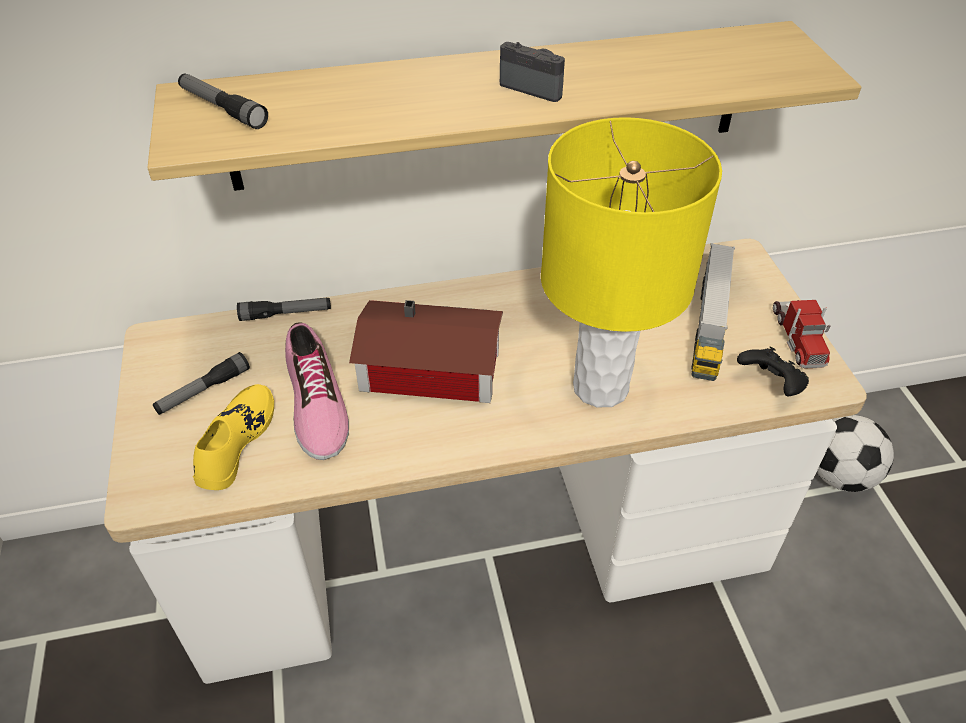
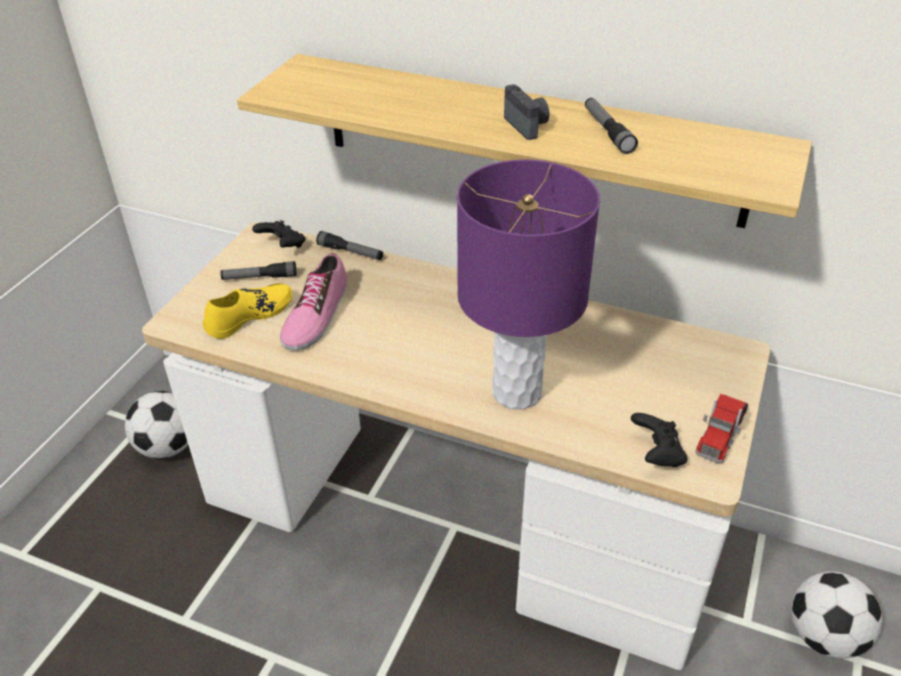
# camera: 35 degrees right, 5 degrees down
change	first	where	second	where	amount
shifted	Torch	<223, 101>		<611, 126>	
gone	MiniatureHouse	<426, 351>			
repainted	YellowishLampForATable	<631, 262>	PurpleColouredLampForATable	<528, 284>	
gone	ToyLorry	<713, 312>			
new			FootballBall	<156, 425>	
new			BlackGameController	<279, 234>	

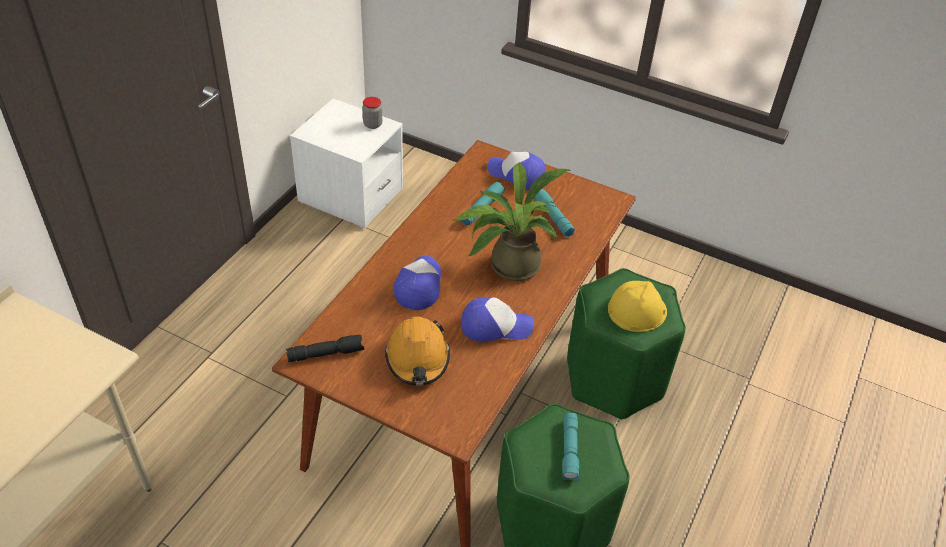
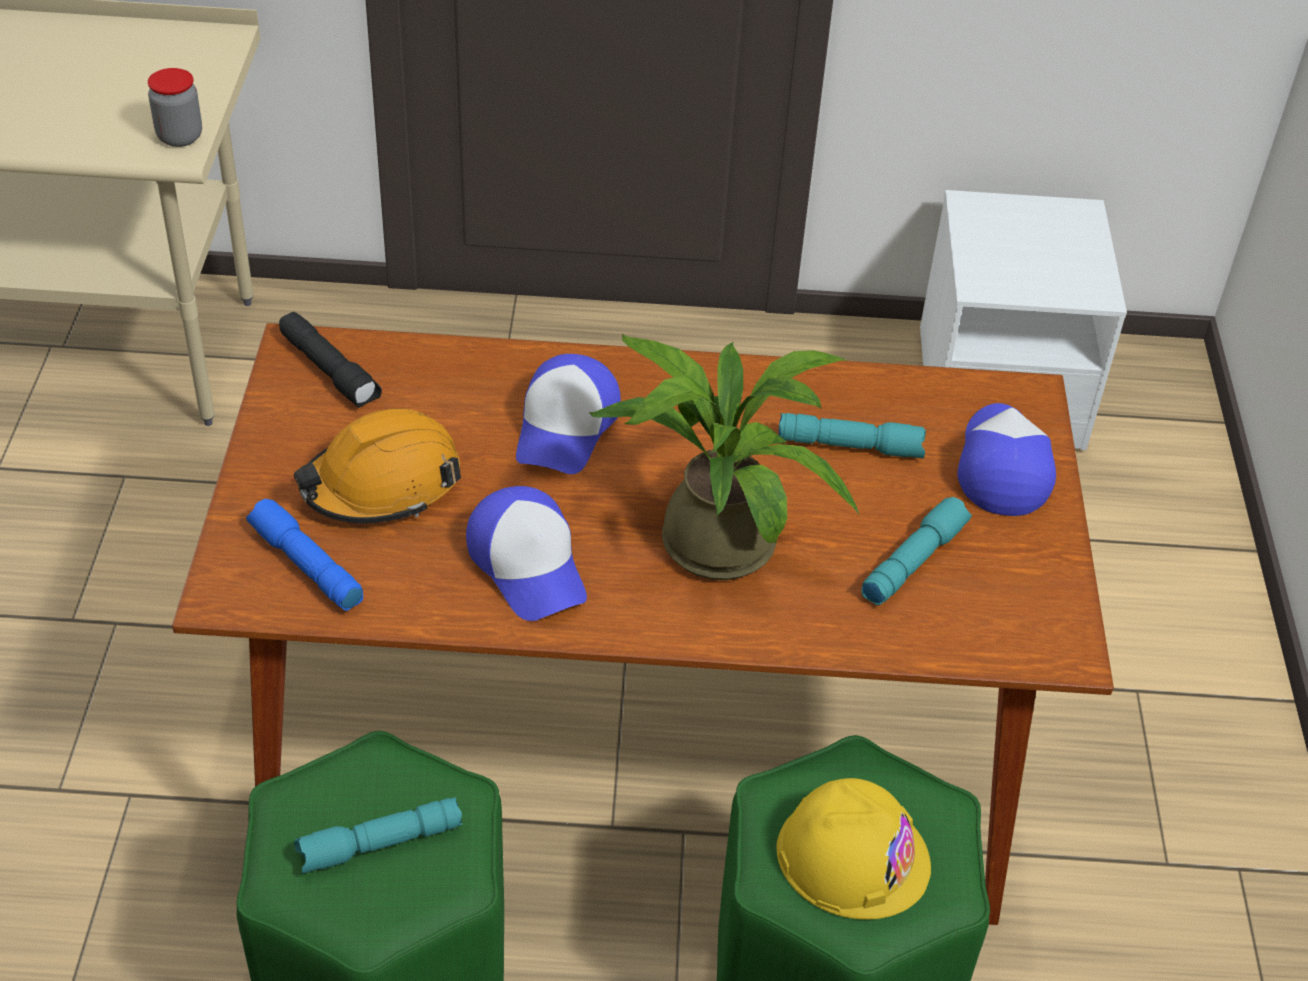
# camera: 65 degrees right, 0 degrees up
change	first	where	second	where	amount
shifted	Jar	<372, 113>		<175, 107>	
rotated	Cap	<417, 283>		<568, 414>	120 degrees clockwise
new			BlueTorch	<304, 555>	

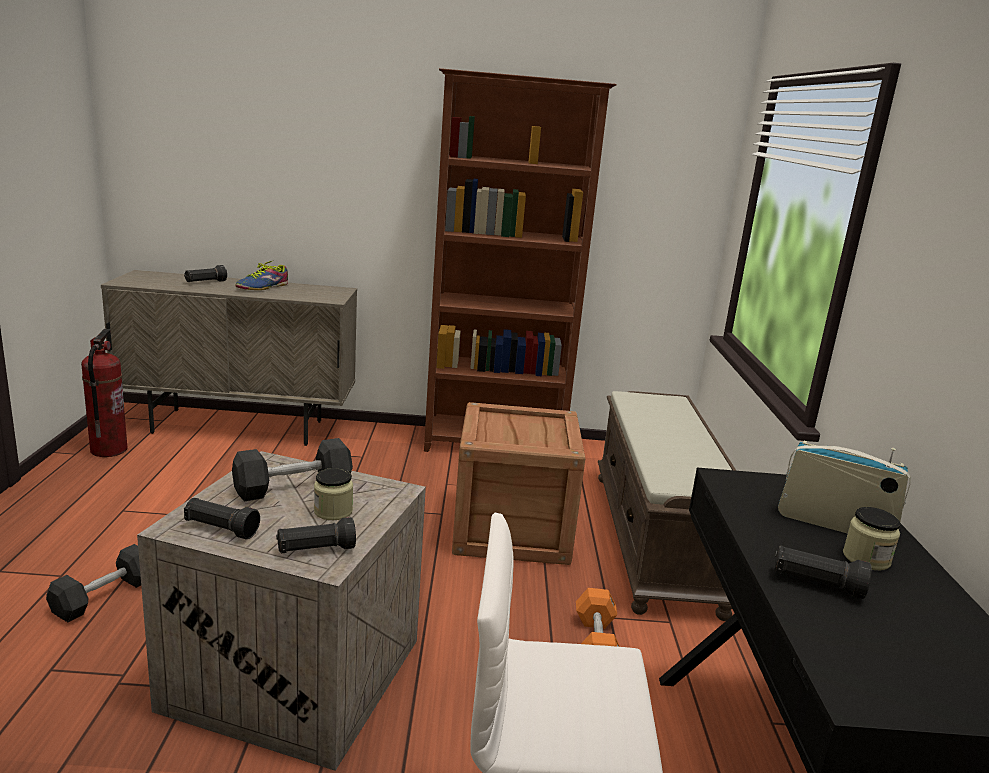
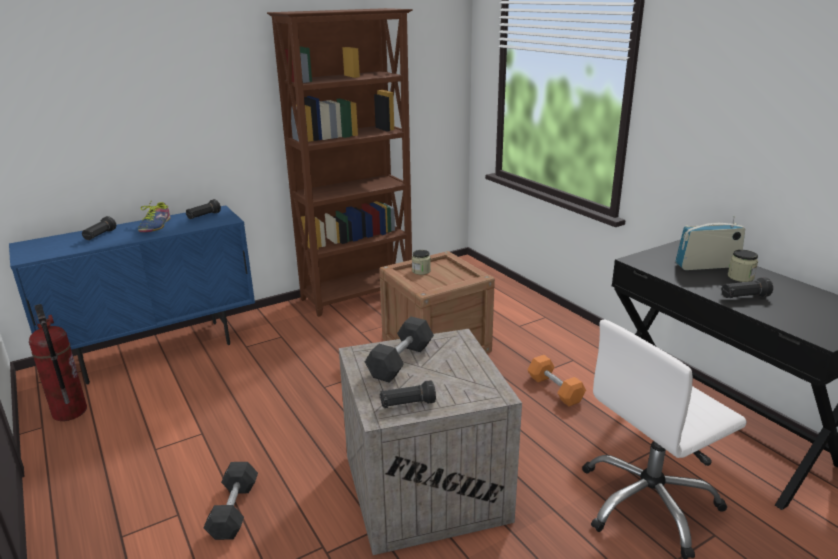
# camera: 30 degrees left, 5 degrees up
change	first	where	second	where	amount
repainted	BeigeStorageCabinet	<229, 358>	BlueStorageCabinet	<132, 295>	
shifted	BlackTorch	<316, 535>		<203, 209>	
shifted	Jar	<333, 494>		<421, 262>	
gone	BrownishBench	<667, 506>			

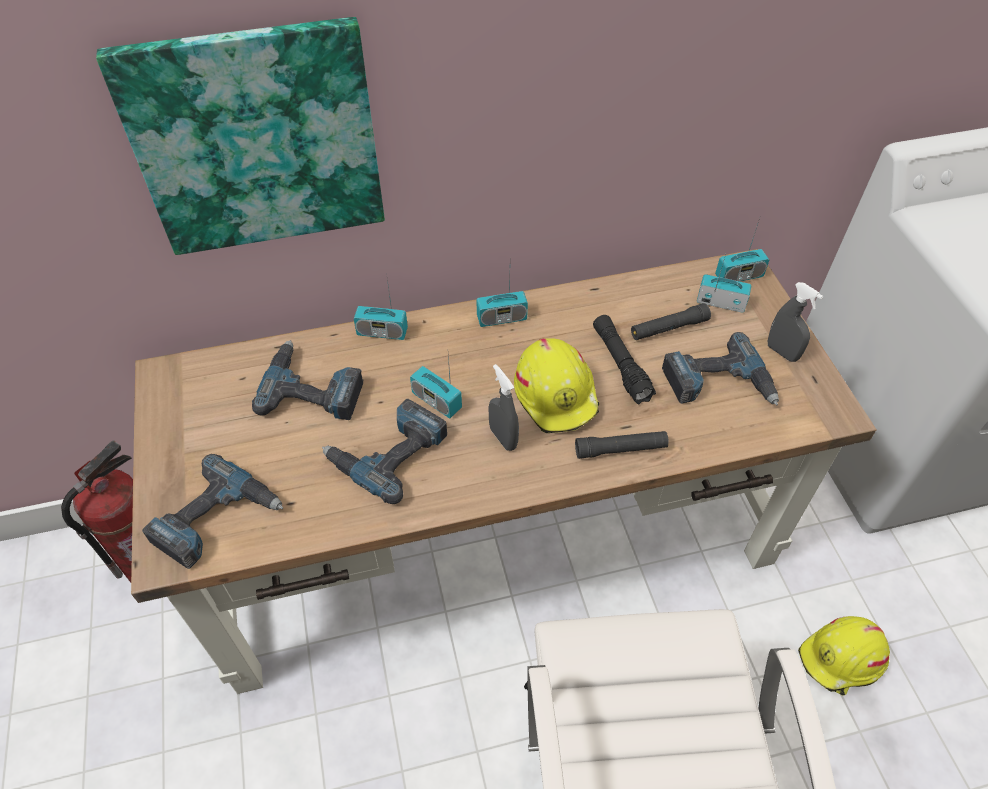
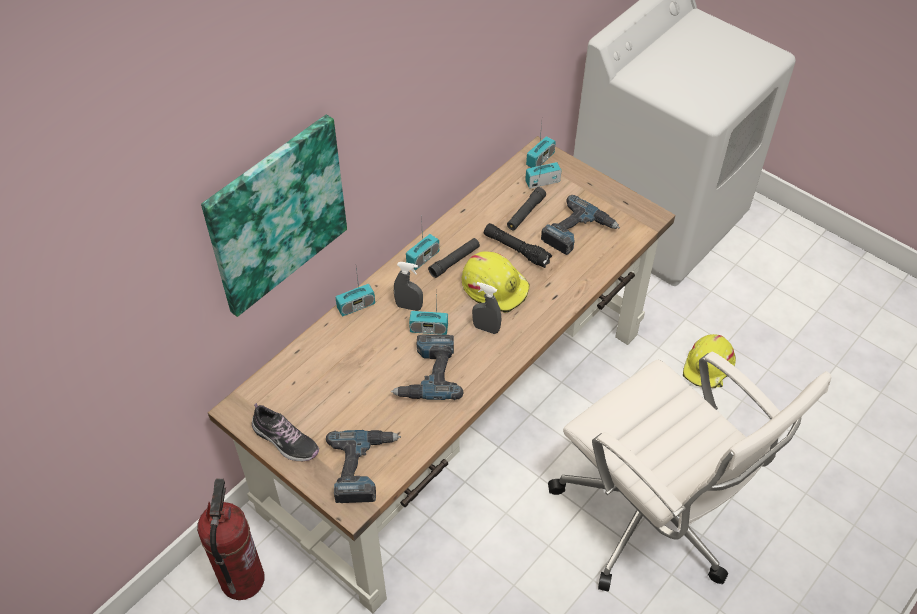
# camera: 35 degrees left, 0 degrees up
change	first	where	second	where	amount
gone	ElectricDrill	<307, 380>			
shifted	BlackTorch	<622, 445>		<454, 258>	
shifted	GrayHandSprayer	<795, 322>		<408, 286>	
new			ItemOfFootwear	<285, 432>	

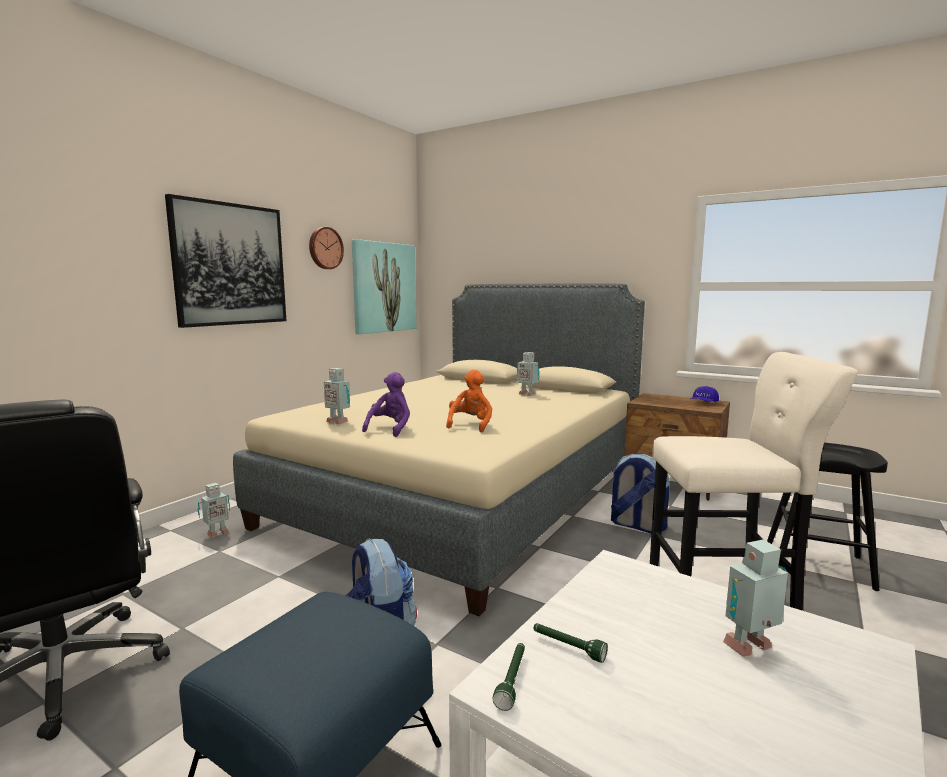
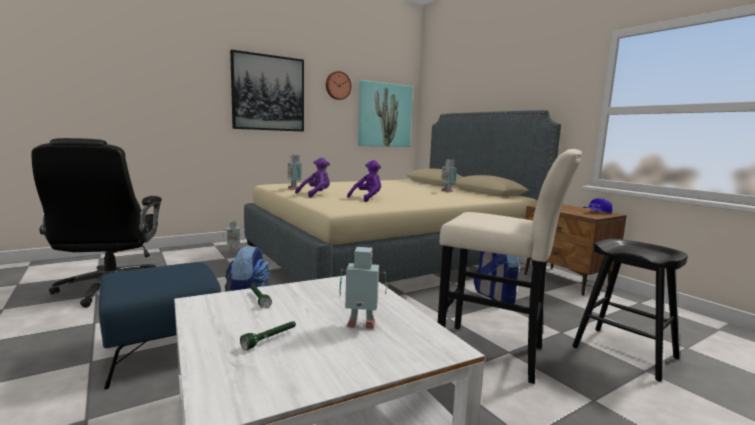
# camera: 25 degrees right, 0 degrees up
change	first	where	second	where	amount
repainted	OrangePlushToy	<469, 401>	PurpleColouredPlushToy	<364, 181>	
shifted	GreenColouredTorch	<509, 677>		<268, 335>	

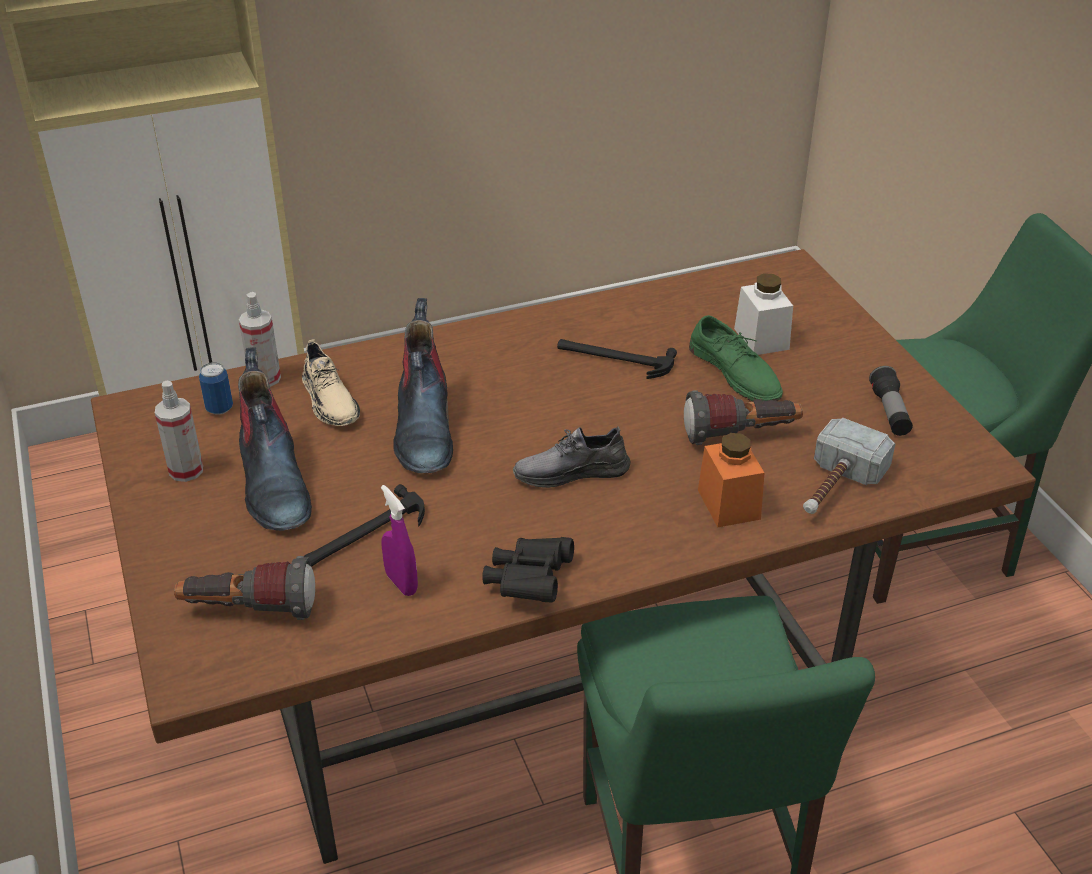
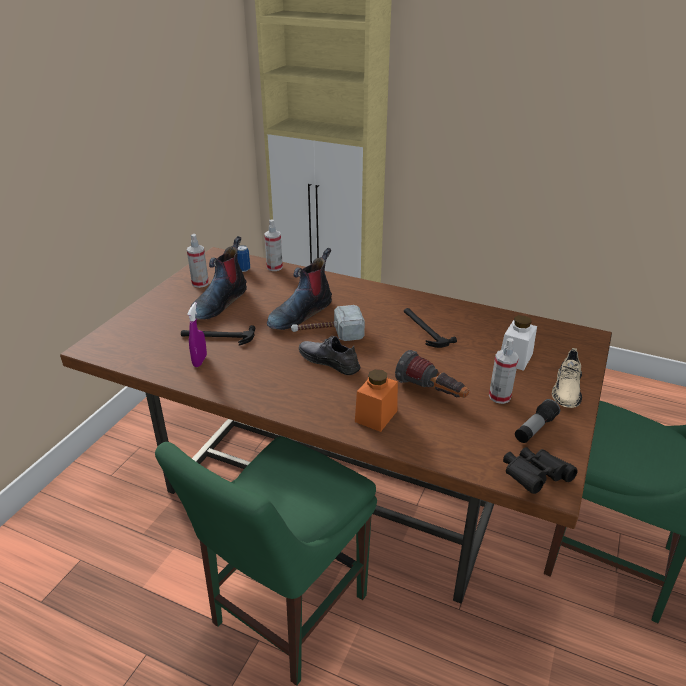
# camera: 45 degrees right, 5 degrees down
change	first	where	second	where	amount
gone	Torch	<244, 588>			
shifted	BeigeItemOfFootwear	<331, 382>		<567, 378>	
shifted	BlackFieldGlasses	<528, 569>		<540, 470>	
gone	GreenColouredItemOfFootwear	<736, 358>			
shifted	ToolHammer	<849, 465>		<328, 323>	
new			HandSprayer	<504, 371>	

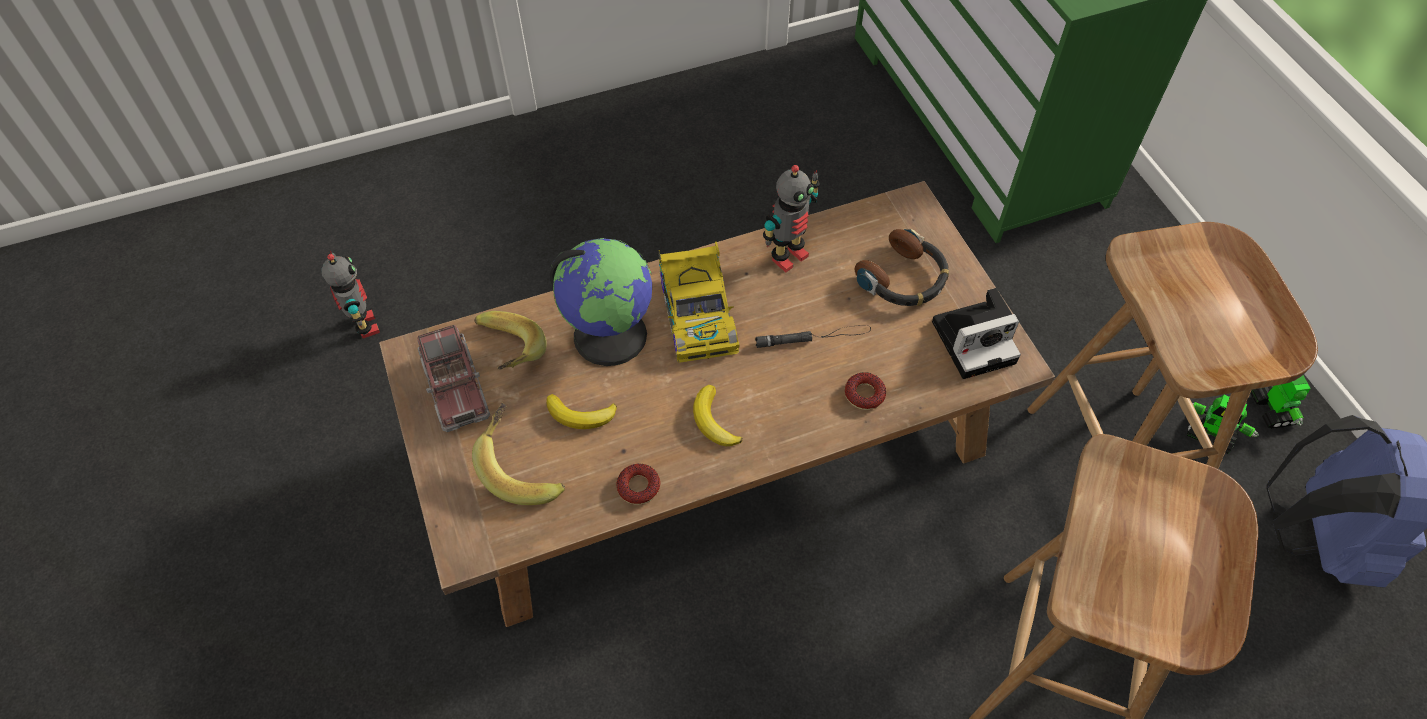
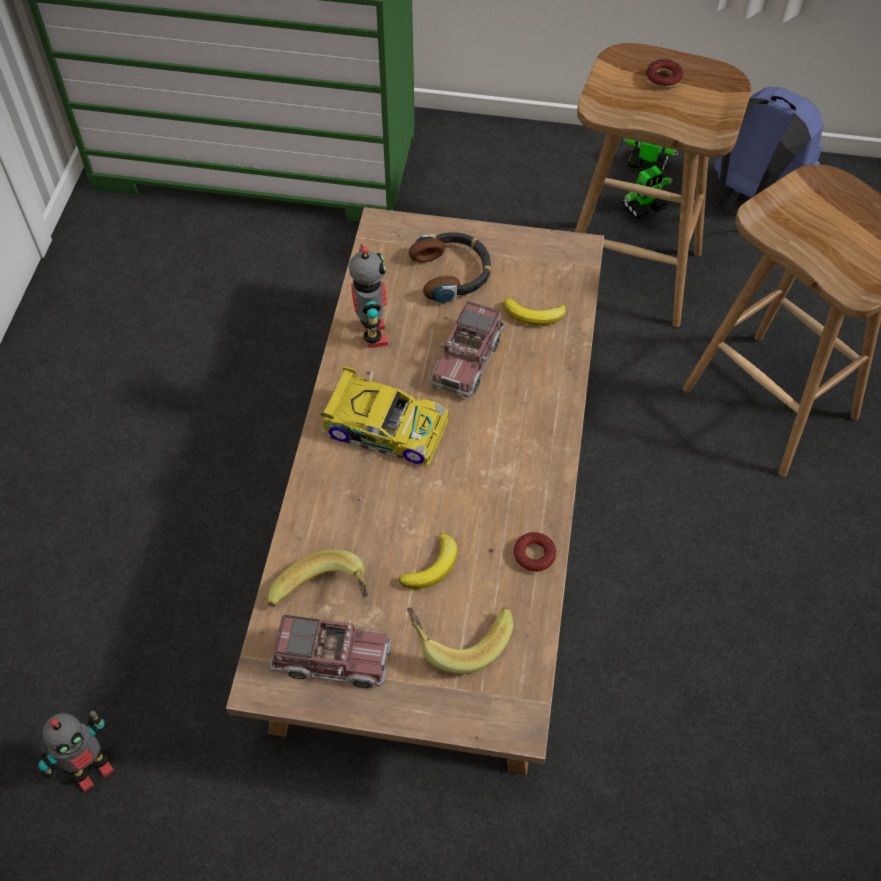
# camera: 60 degrees left, 0 degrees up
change	first	where	second	where	amount
rotated	RobotFigure	<350, 294>		<76, 751>	135 degrees clockwise
gone	DeskGlobe	<601, 302>			
shifted	WholeBanana	<718, 415>		<534, 311>	
swapped	BlackTorch	<813, 336>	ToyLorry	<467, 349>	
shifted	RingDoughnut	<865, 391>		<664, 74>	
gone	PhotoCamera	<976, 333>			

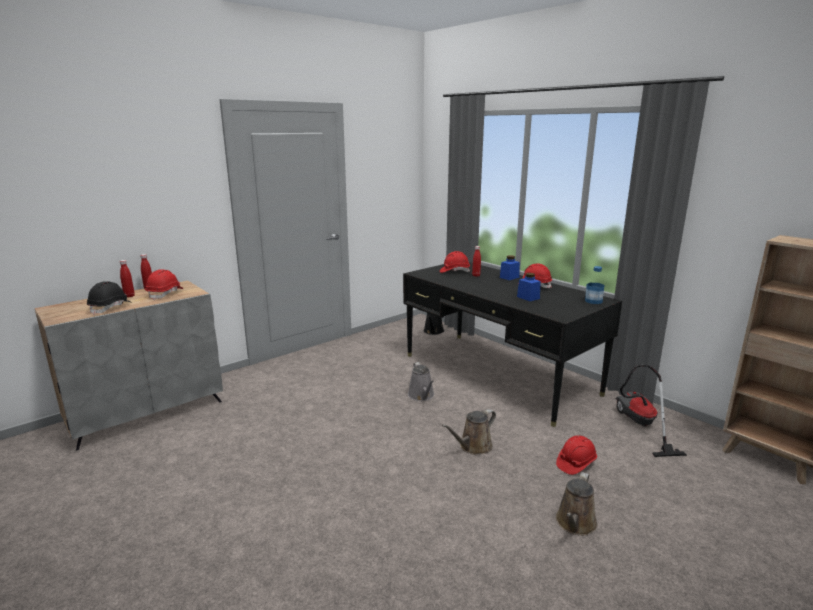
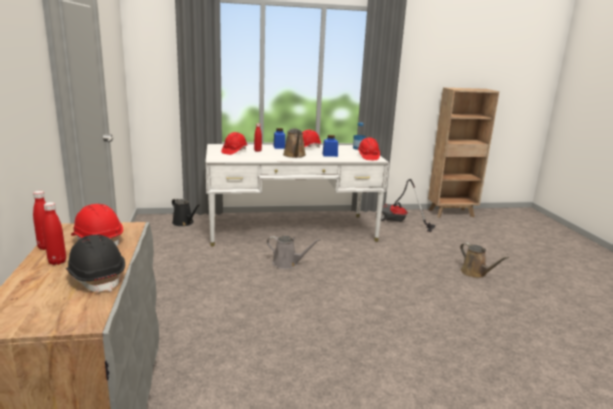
# camera: 60 degrees left, 0 degrees up
change	first	where	second	where	amount
repainted	BlackDeskUnit	<512, 344>	WhiteDeskUnit	<297, 195>	
shifted	BrownishSprinklingCan	<469, 432>		<294, 143>	
shifted	ReddishSafetyHelmet	<576, 455>		<369, 149>	

